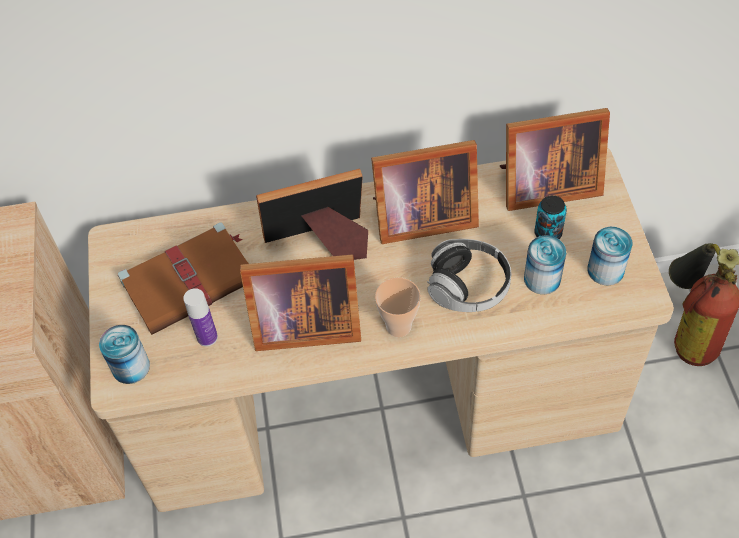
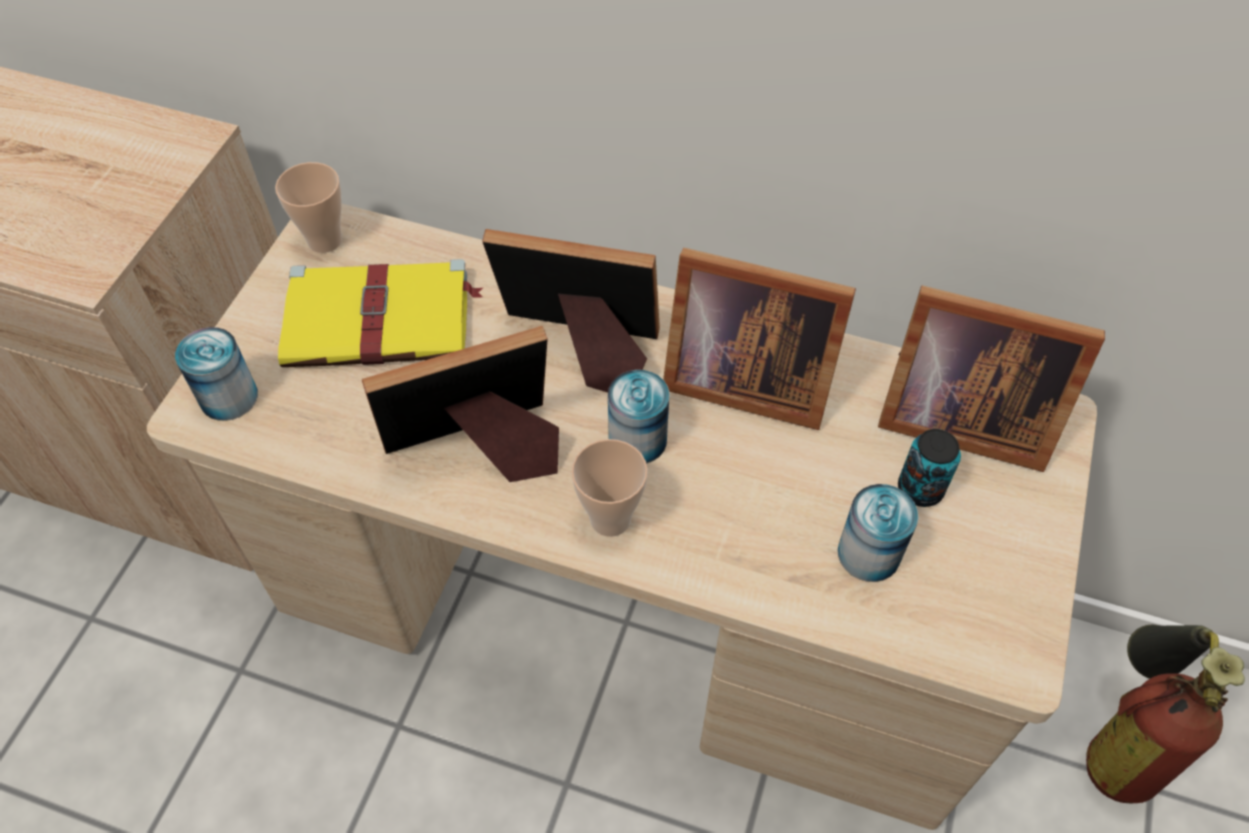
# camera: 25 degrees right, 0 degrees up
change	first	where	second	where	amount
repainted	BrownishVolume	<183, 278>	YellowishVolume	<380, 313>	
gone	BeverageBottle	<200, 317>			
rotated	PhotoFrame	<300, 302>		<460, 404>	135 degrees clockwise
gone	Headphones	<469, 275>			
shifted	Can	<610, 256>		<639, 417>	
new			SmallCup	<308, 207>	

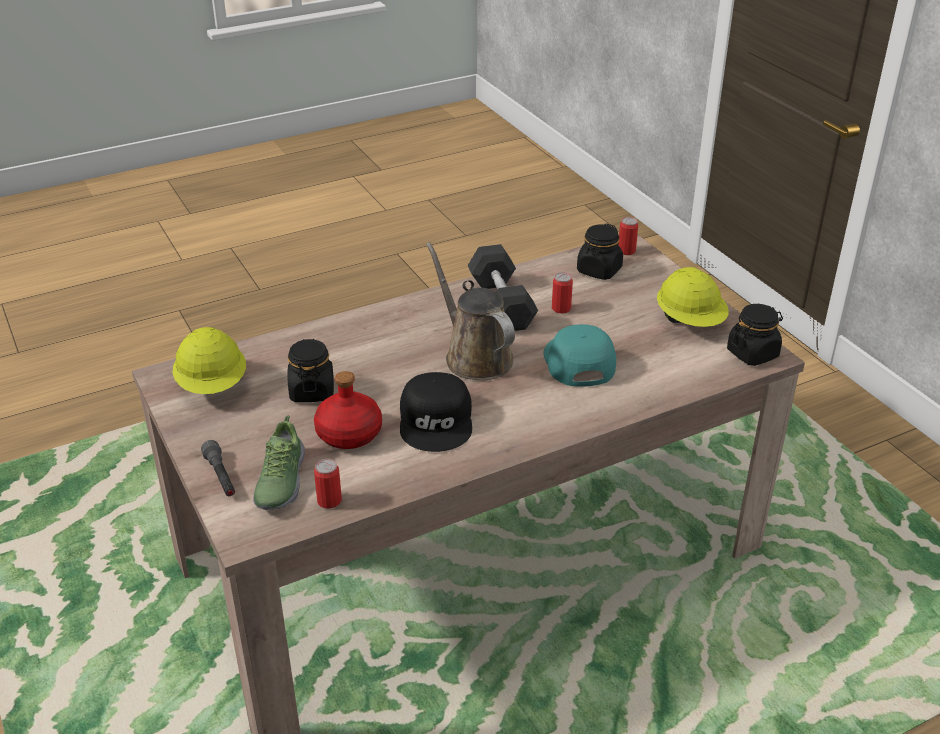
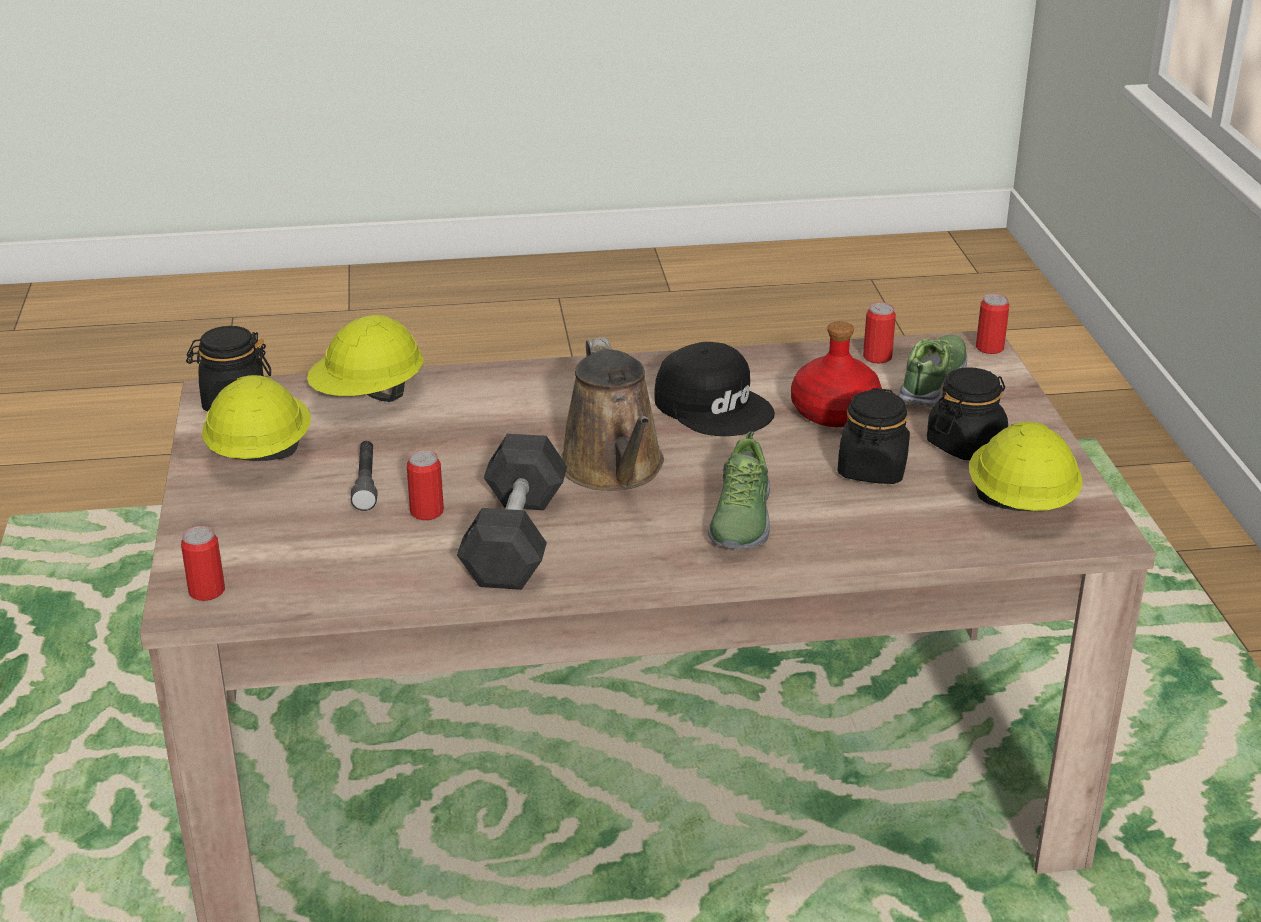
# camera: 160 degrees left, 5 degrees down
change	first	where	second	where	amount
shifted	GrayTorch	<218, 468>		<364, 476>	
rotated	BlackCap	<436, 412>		<714, 389>	120 degrees clockwise
gone	TurquoiseCap	<579, 355>			
shifted	BlackJar	<600, 251>		<967, 413>	
new			YellowishSafetyHelmet	<365, 358>	
new			ItemOfFootwear	<739, 490>	
new			Can	<993, 324>	

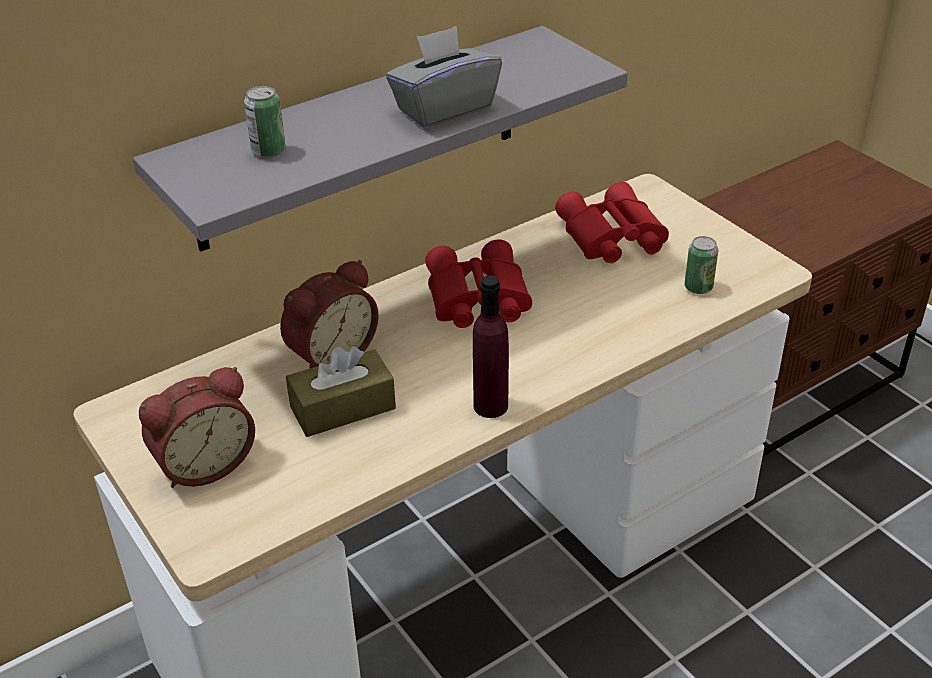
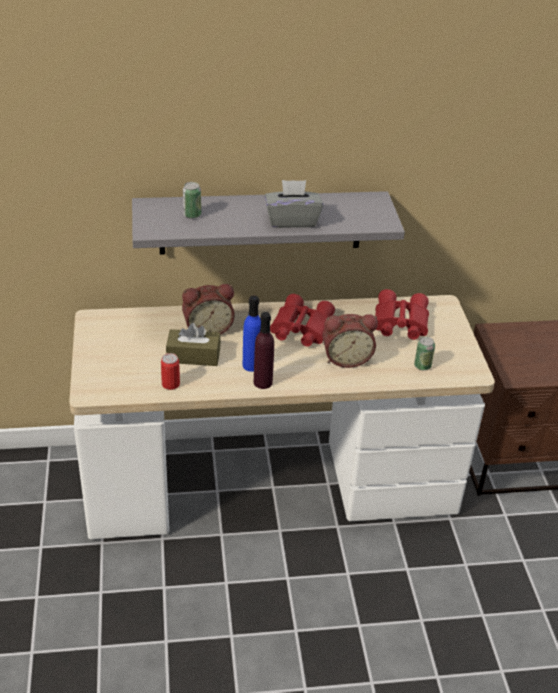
# camera: 25 degrees right, 0 degrees up
change	first	where	second	where	amount
shifted	TableClock	<197, 427>		<350, 341>	
new			Can	<170, 371>	
new			BlueBeverageBottle	<252, 334>	

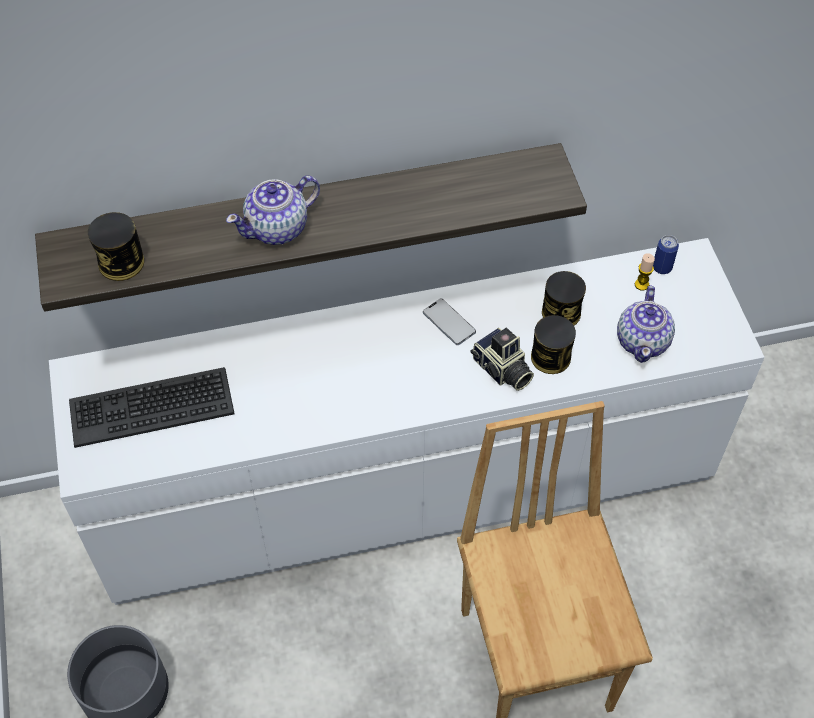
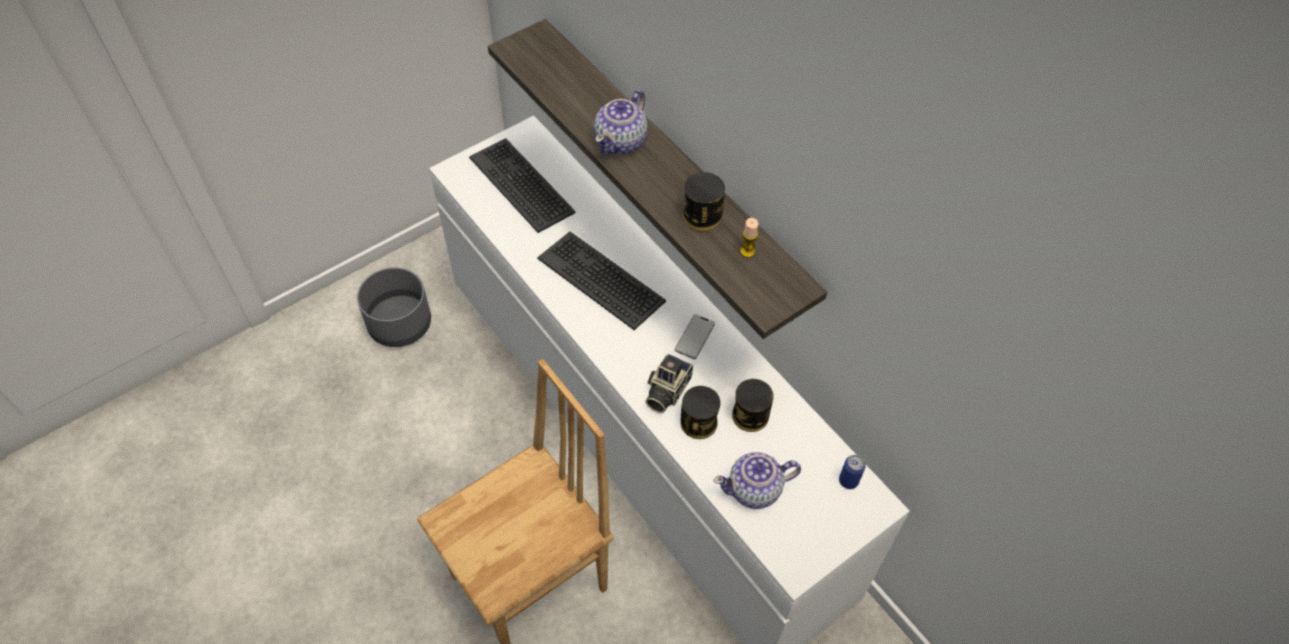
# camera: 65 degrees right, 0 degrees up
change	first	where	second	where	amount
shifted	Can	<116, 246>		<703, 202>	
rotated	TeaPot	<273, 210>		<621, 122>	90 degrees counterclockwise
shifted	Candle	<645, 272>		<749, 238>	
new			ComputerKeyboard	<601, 280>	

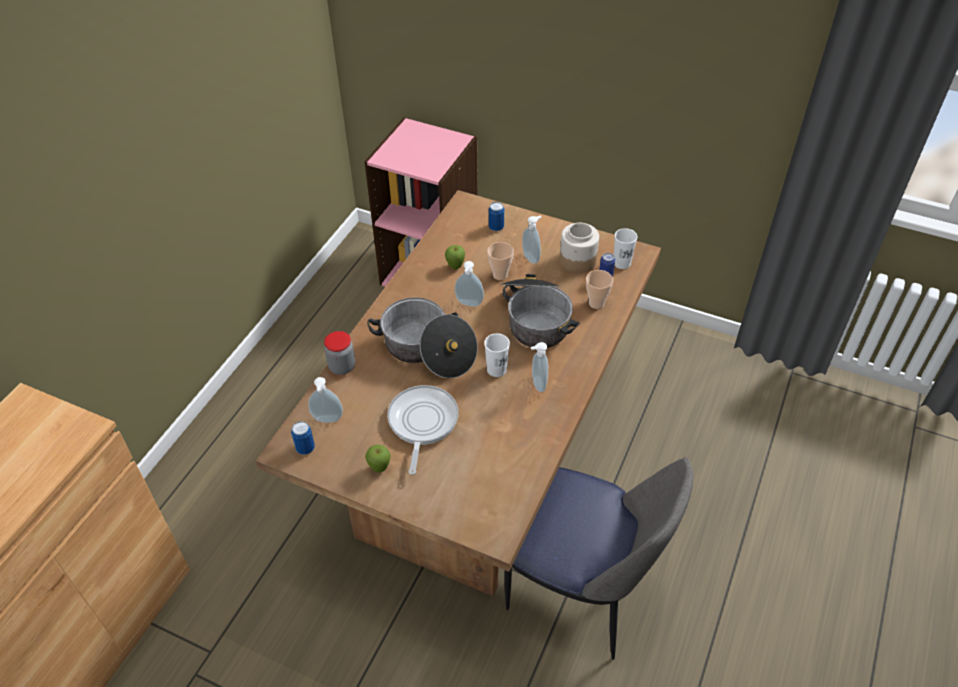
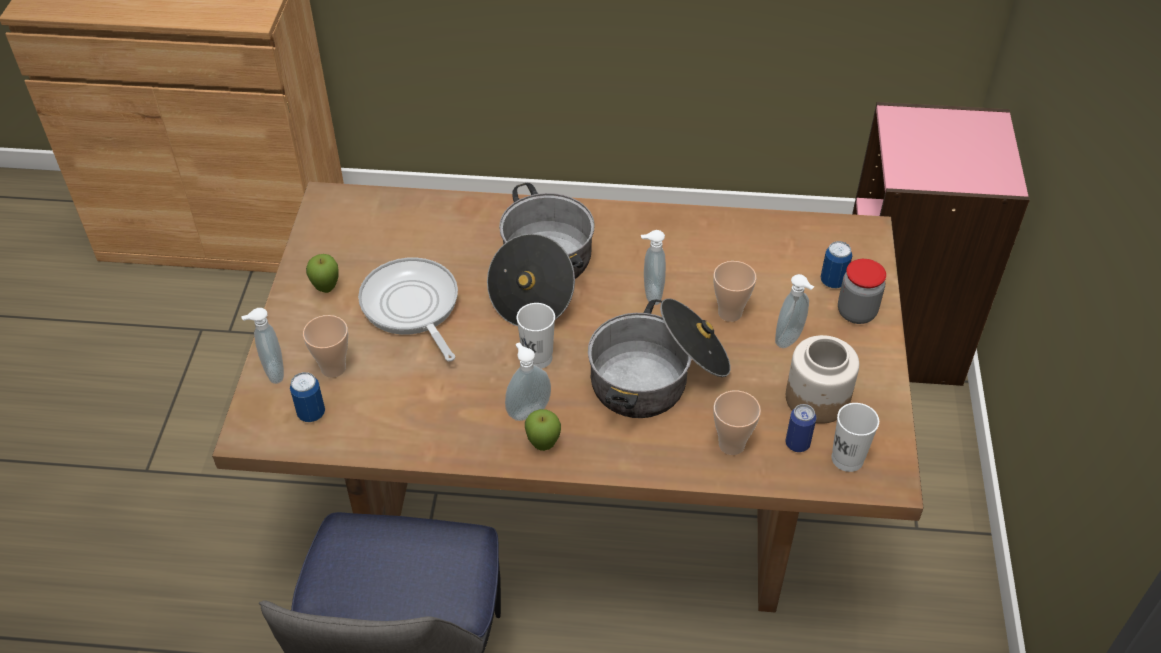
# camera: 70 degrees right, 0 degrees up
change	first	where	second	where	amount
shifted	Can	<303, 438>		<307, 397>	
shifted	SoapDispenser	<325, 400>		<262, 346>	
shifted	Jar	<339, 353>		<862, 291>	
rotated	Skillet	<423, 430>		<408, 310>	105 degrees counterclockwise
shifted	Apple	<455, 257>		<543, 430>	
new			SmallCup	<325, 346>	

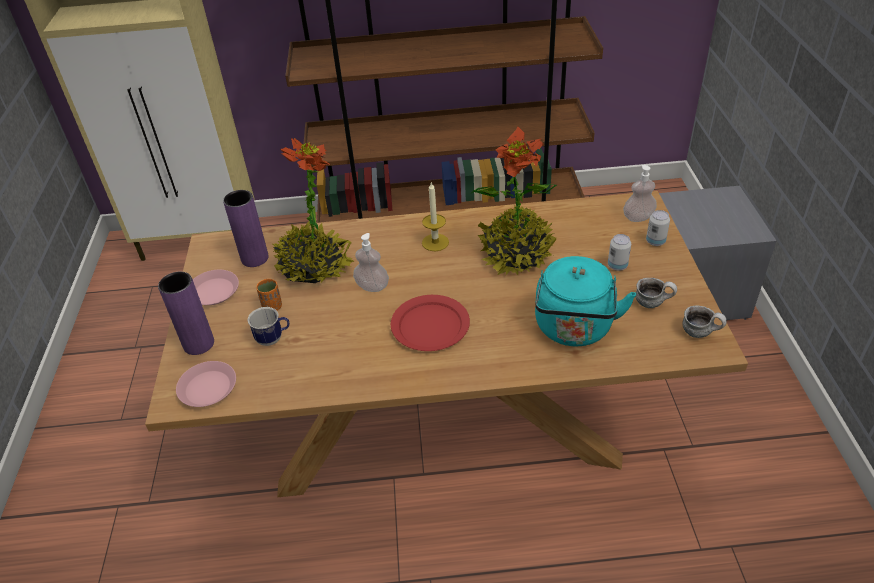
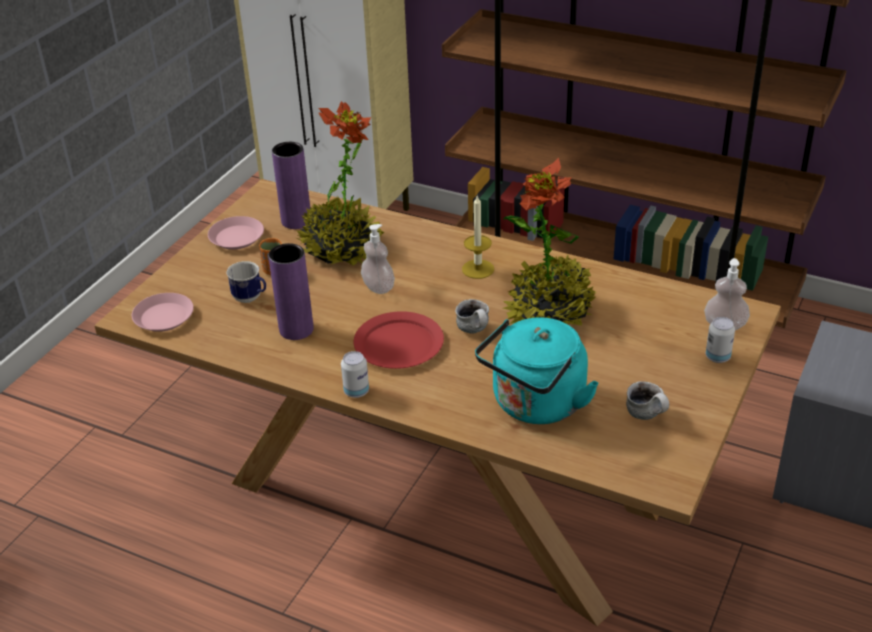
# camera: 30 degrees right, 5 degrees down
change	first	where	second	where	amount
shifted	PurpleColouredVase	<186, 313>		<291, 291>	
shifted	Can	<619, 252>		<355, 374>	
shifted	CoffeeMug	<705, 321>		<472, 316>	

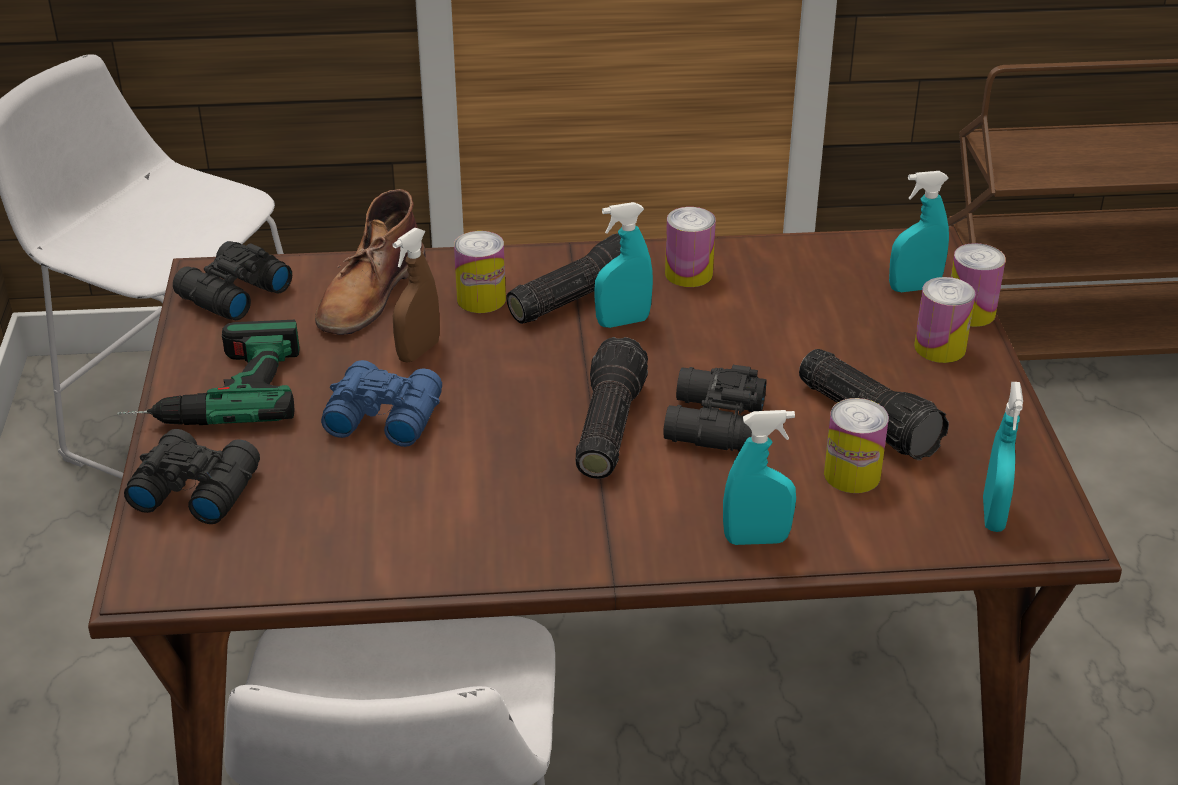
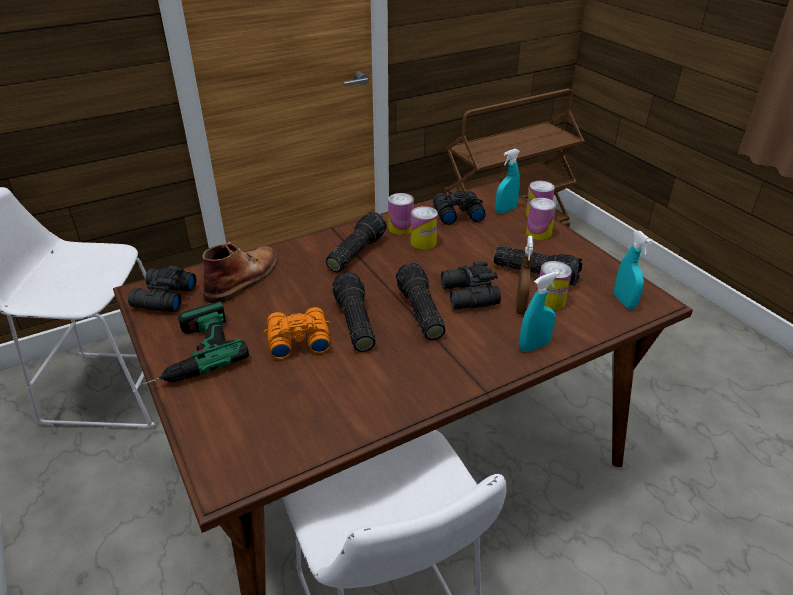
# camera: 25 degrees left, 0 degrees up
change	first	where	second	where	amount
shifted	BlackFieldGlasses	<192, 476>		<459, 208>	
rotated	BrownishTallBoot	<370, 262>		<239, 272>	150 degrees counterclockwise
repainted	BlueFieldGlasses	<381, 403>	OrangeFieldGlasses	<297, 333>	
shifted	BrownishHandSprayer	<416, 295>		<524, 275>	
shifted	Can	<480, 272>		<424, 228>	
gone	TurquoiseHandSprayer	<623, 265>			
new			Torch	<353, 312>	

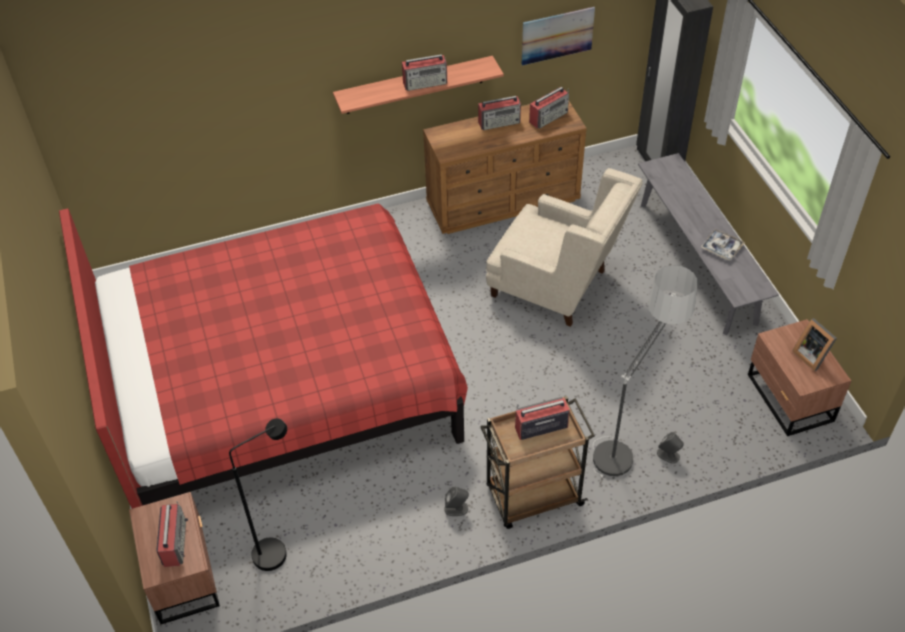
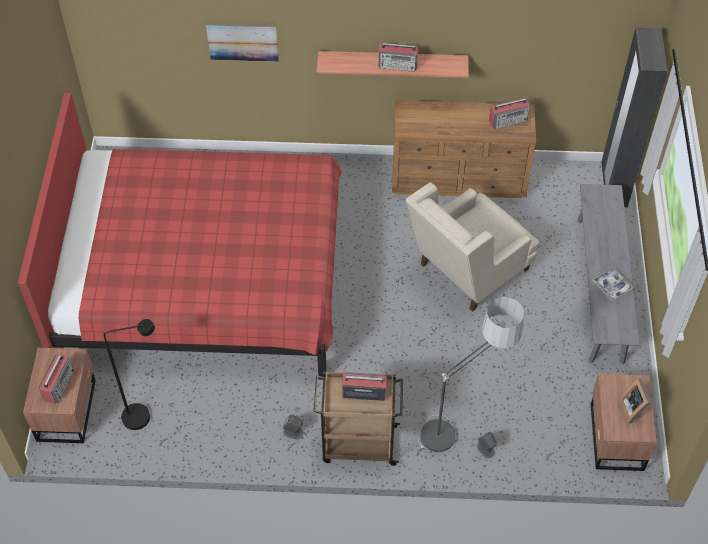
# camera: 20 degrees right, 5 degrees up
change	first	where	second	where	amount
gone	Radio	<499, 113>			
rotated	BeigeArmchair	<564, 247>		<472, 247>	90 degrees clockwise
shifted	Picture	<558, 36>		<242, 43>	

